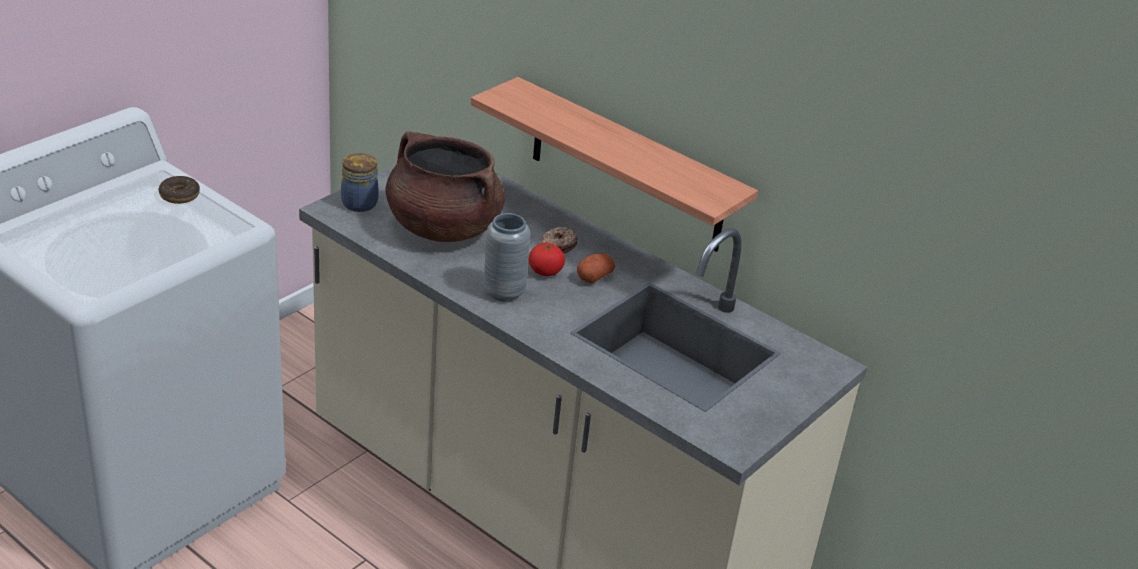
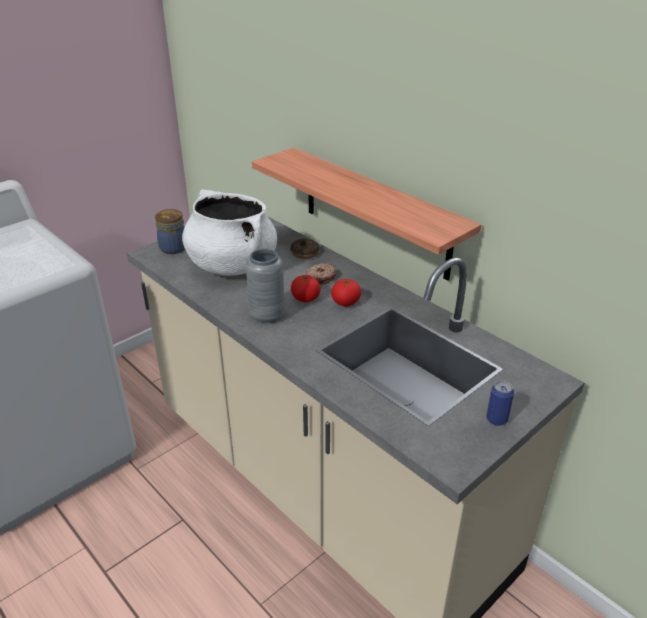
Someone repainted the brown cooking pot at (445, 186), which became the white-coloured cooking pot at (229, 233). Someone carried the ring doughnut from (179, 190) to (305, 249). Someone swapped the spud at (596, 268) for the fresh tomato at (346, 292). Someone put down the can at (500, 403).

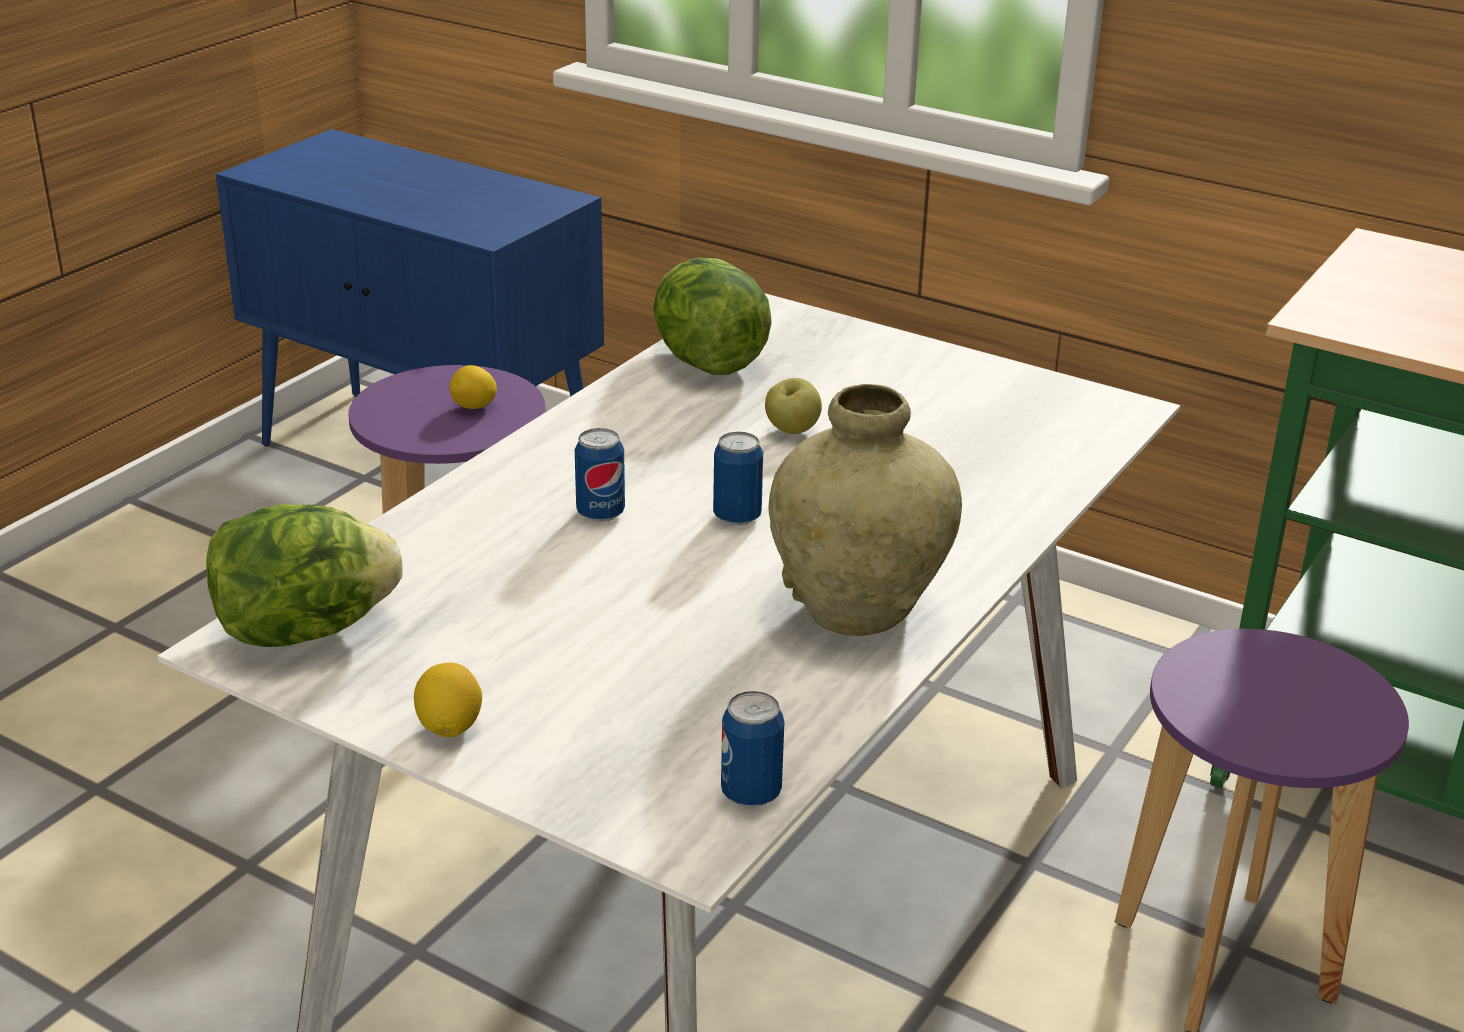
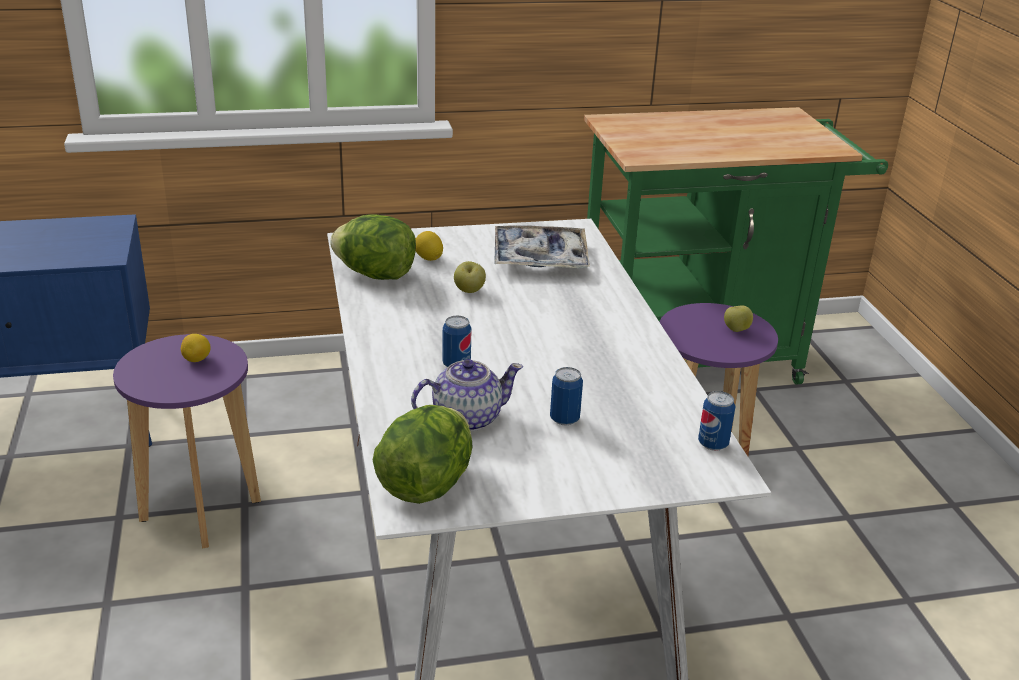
Someone put down the tea pot at (467, 395). Someone carried the whole lemon from (448, 699) to (429, 246). Someone put down the carrying tray at (542, 246). Someone carried the can from (738, 479) to (566, 396). Someone put down the apple fruit at (738, 319). Someone took away the beige-coloured vase at (865, 510).

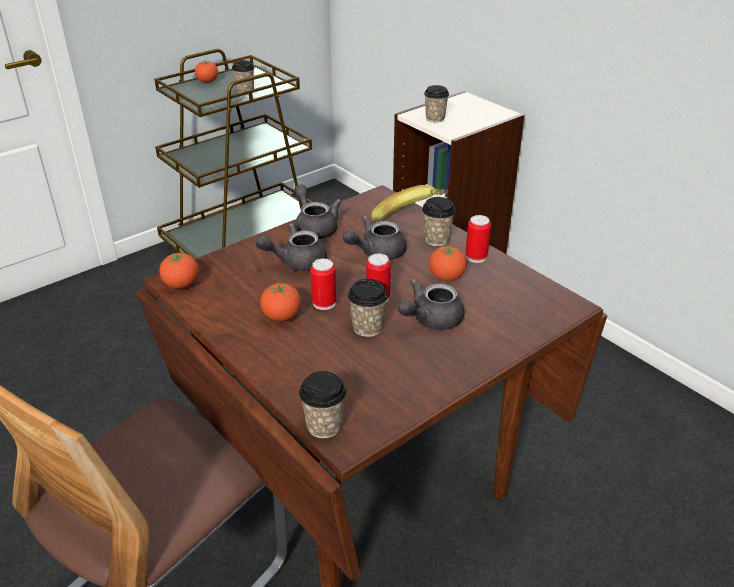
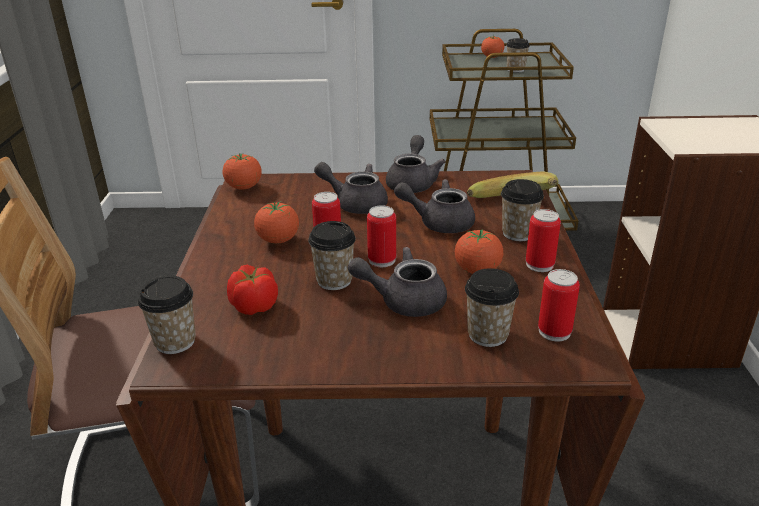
Someone put down the fresh tomato at (252, 290). Someone carried the drinking cup from (436, 103) to (492, 307). Someone put down the can at (559, 305).

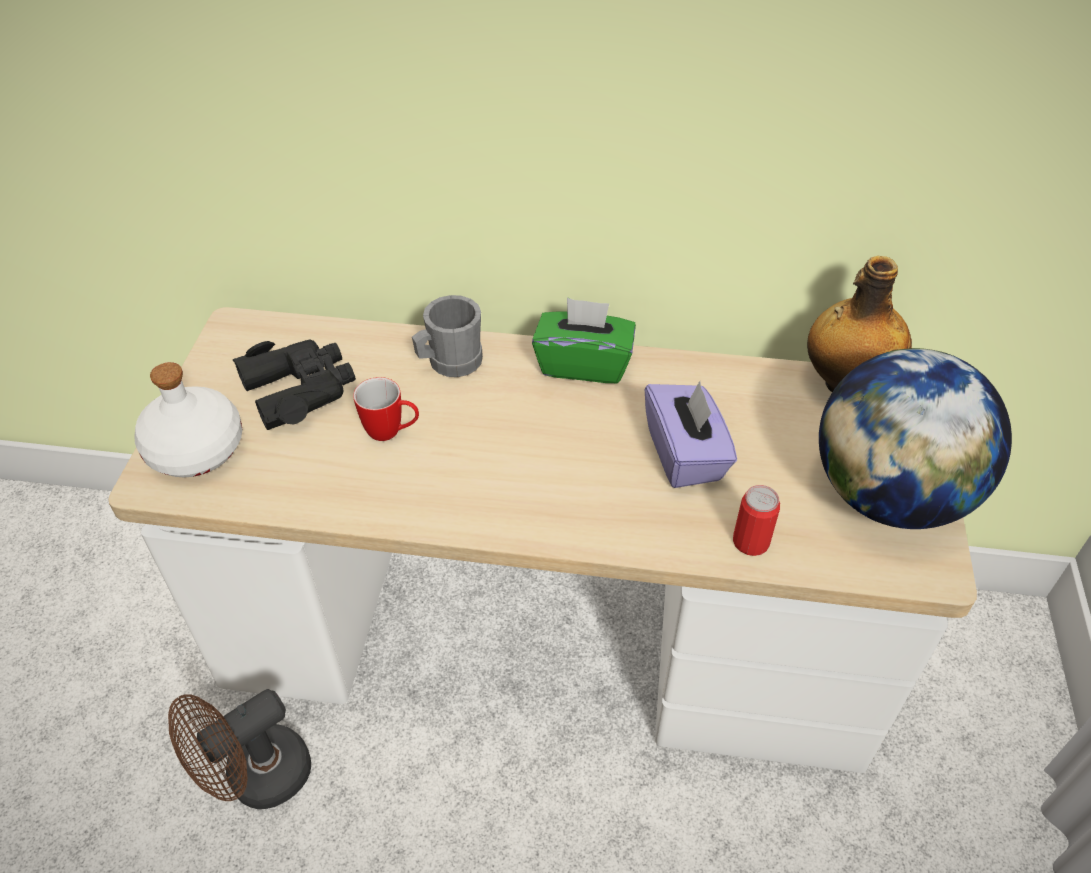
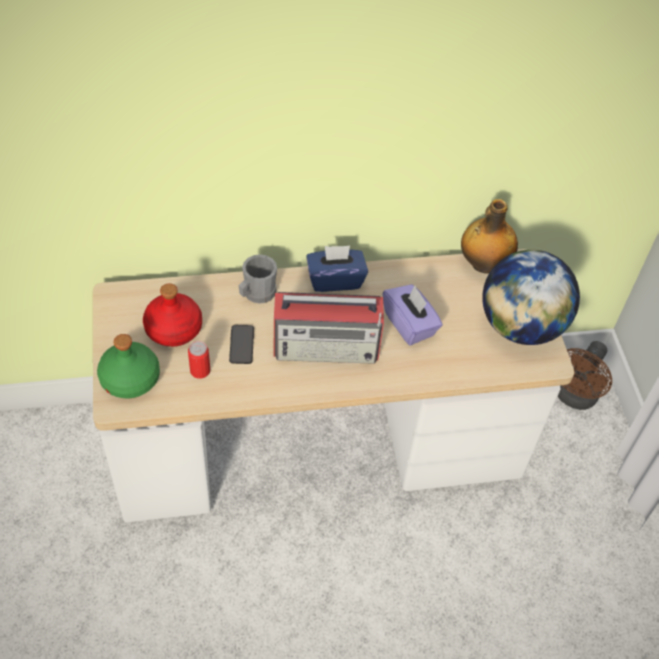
Someone repainted the white-coloured beverage bottle at (188, 419), which became the green beverage bottle at (128, 366). Someone swapped the black pair of binoculars at (294, 384) for the reddish beverage bottle at (172, 315). Someone carried the can from (756, 520) to (199, 360). Someone swapped the mug at (386, 409) for the telephone at (241, 344). Someone put down the radio at (329, 328). Someone repainted the green tissue box at (584, 340), which became the blue tissue box at (337, 269). Someone carried the brown electric fan from (239, 749) to (585, 375).

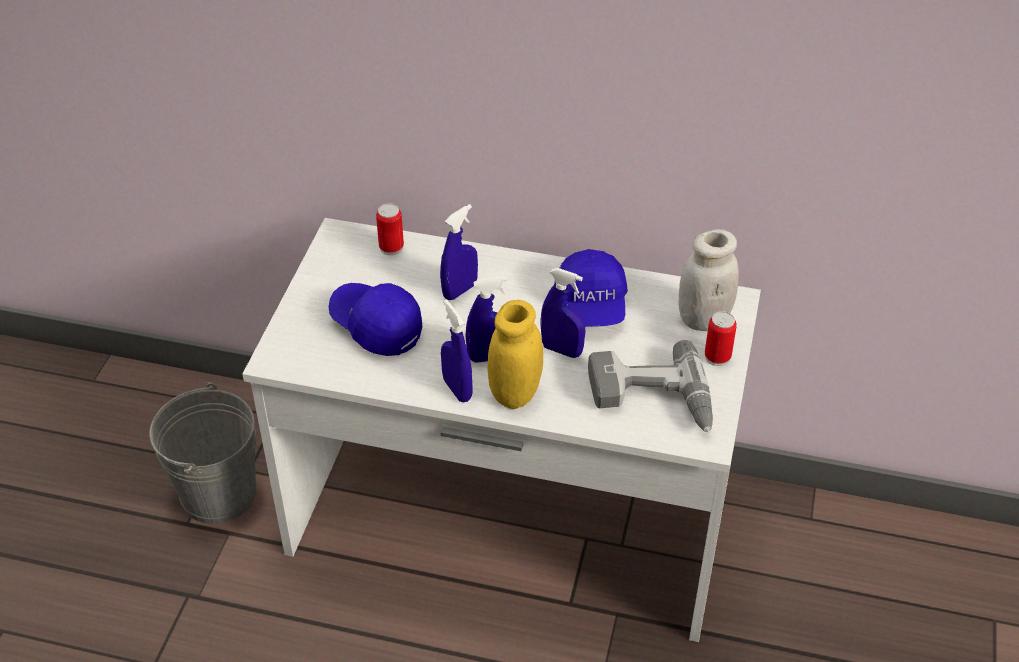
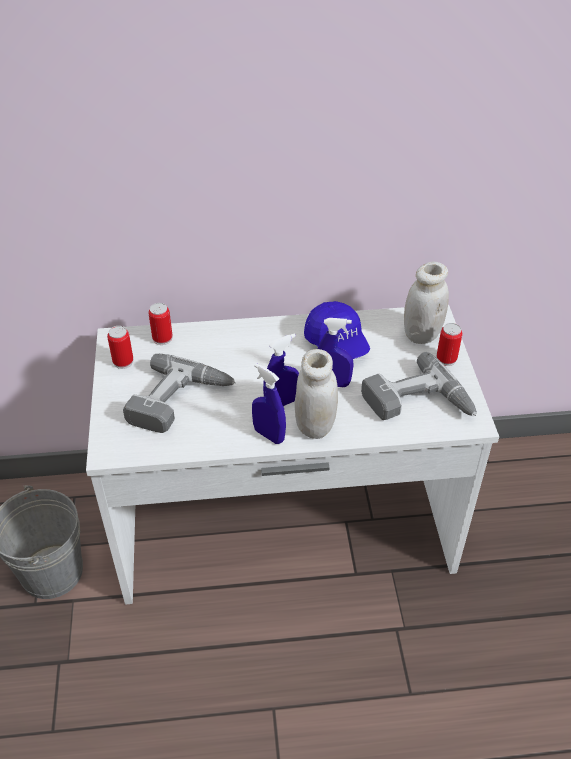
Someone put down the can at (120, 347). Someone swapped the blue baseball cap at (376, 319) for the power drill at (179, 393). Someone repainted the yellow storage jar at (515, 354), which became the white-coloured storage jar at (316, 394). Someone took away the blue spray bottle at (459, 252).

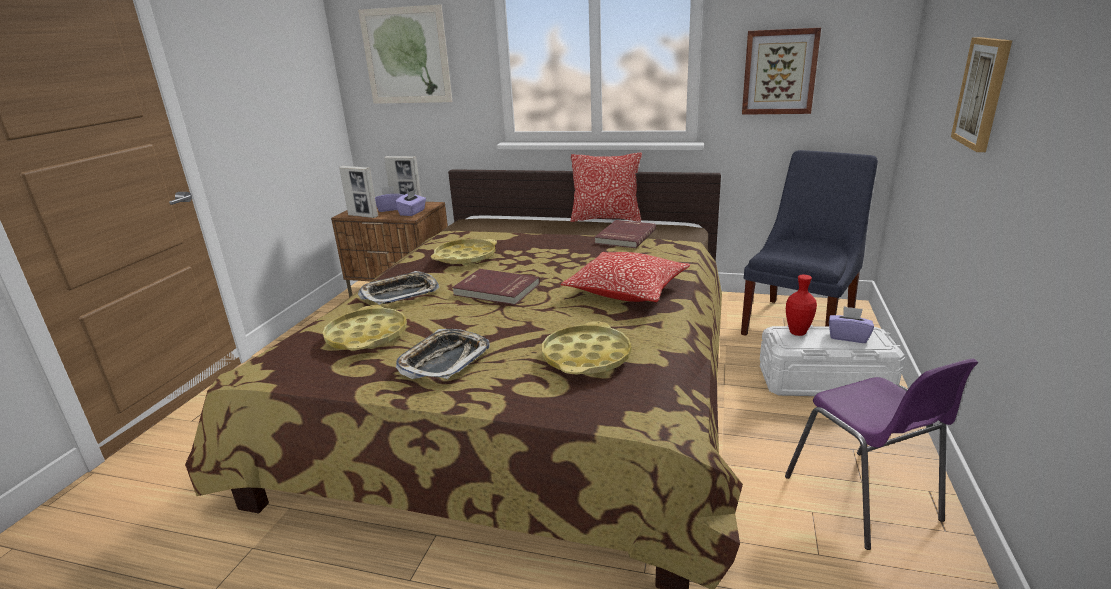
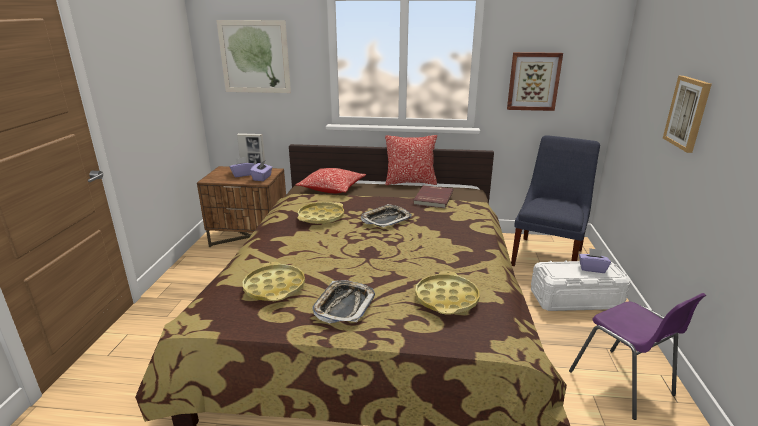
Someone carried the throw pillow from (625, 277) to (331, 180). Someone carried the carrying tray from (399, 288) to (386, 216). Someone took away the standing frame at (358, 192). Someone took away the reddish volume at (496, 287). Someone took away the reddish vase at (801, 305).

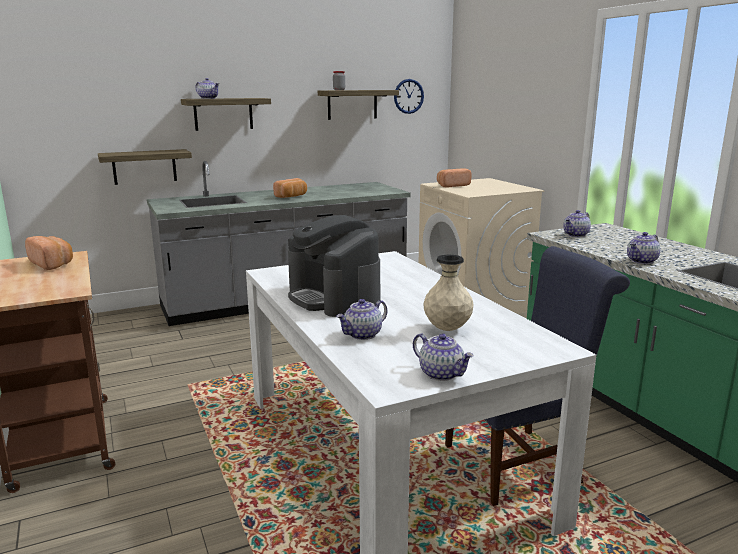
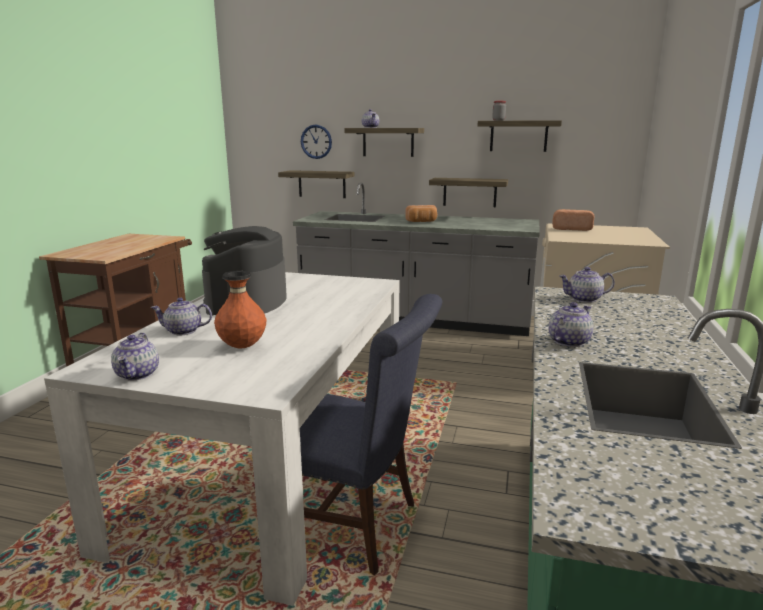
Someone repainted the beige-coloured vase at (448, 293), which became the orangey vase at (240, 309). Someone carried the wall clock from (409, 96) to (316, 142). Someone put up the wall shelf at (468, 192). Someone rotated the tea pot at (643, 248) by 135 degrees clockwise. Someone took away the bread at (49, 253).

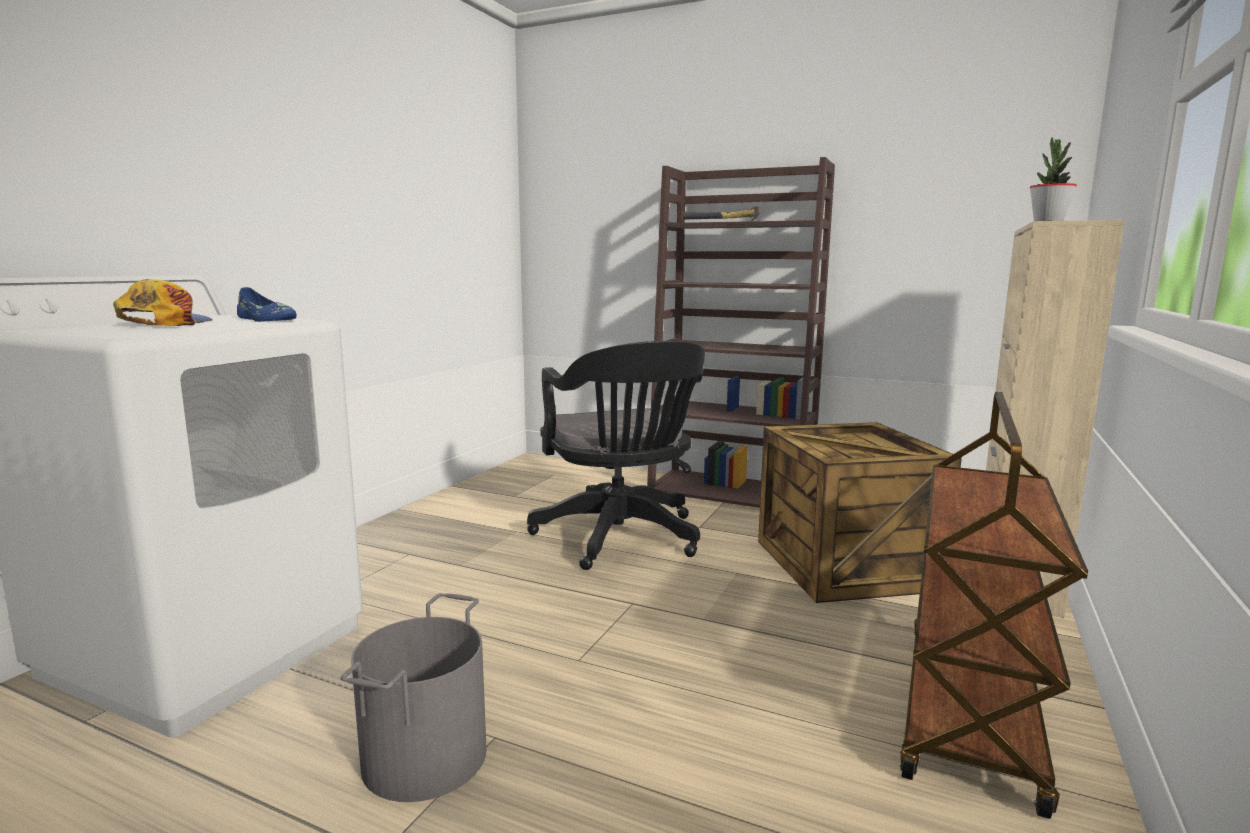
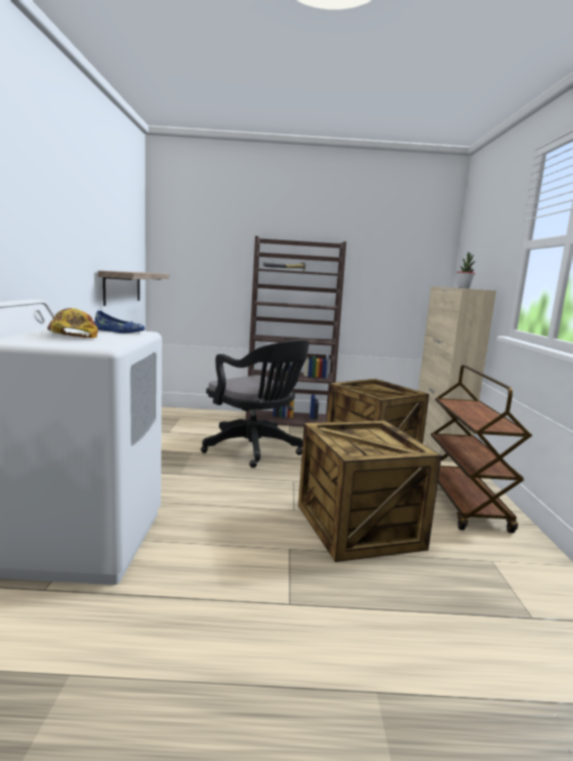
Someone put up the wall shelf at (133, 288). Someone put down the packing crate at (370, 491). Someone took away the grey bucket at (414, 697).

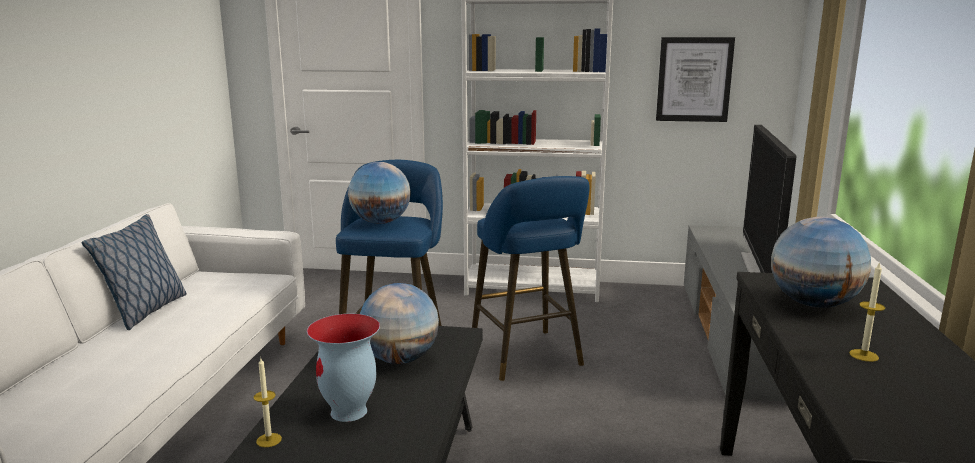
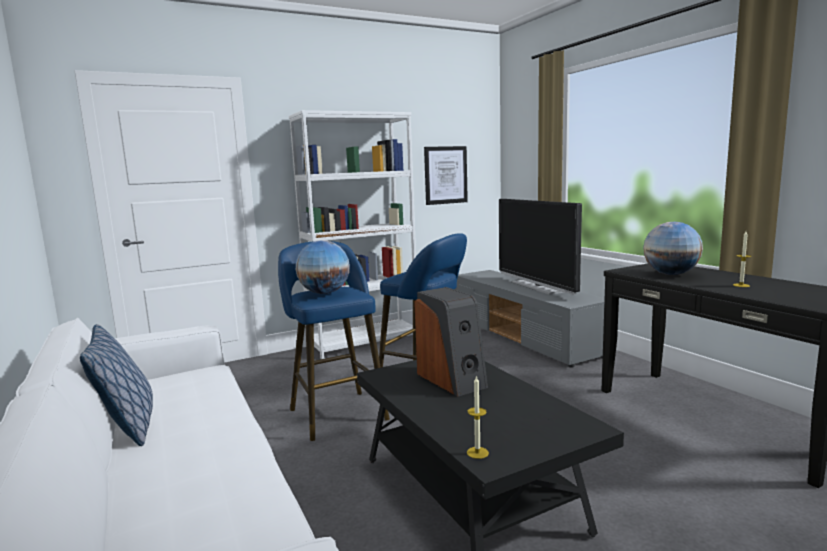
Someone swapped the world globe at (399, 323) for the audio speaker at (451, 342). Someone took away the vase at (343, 368).

